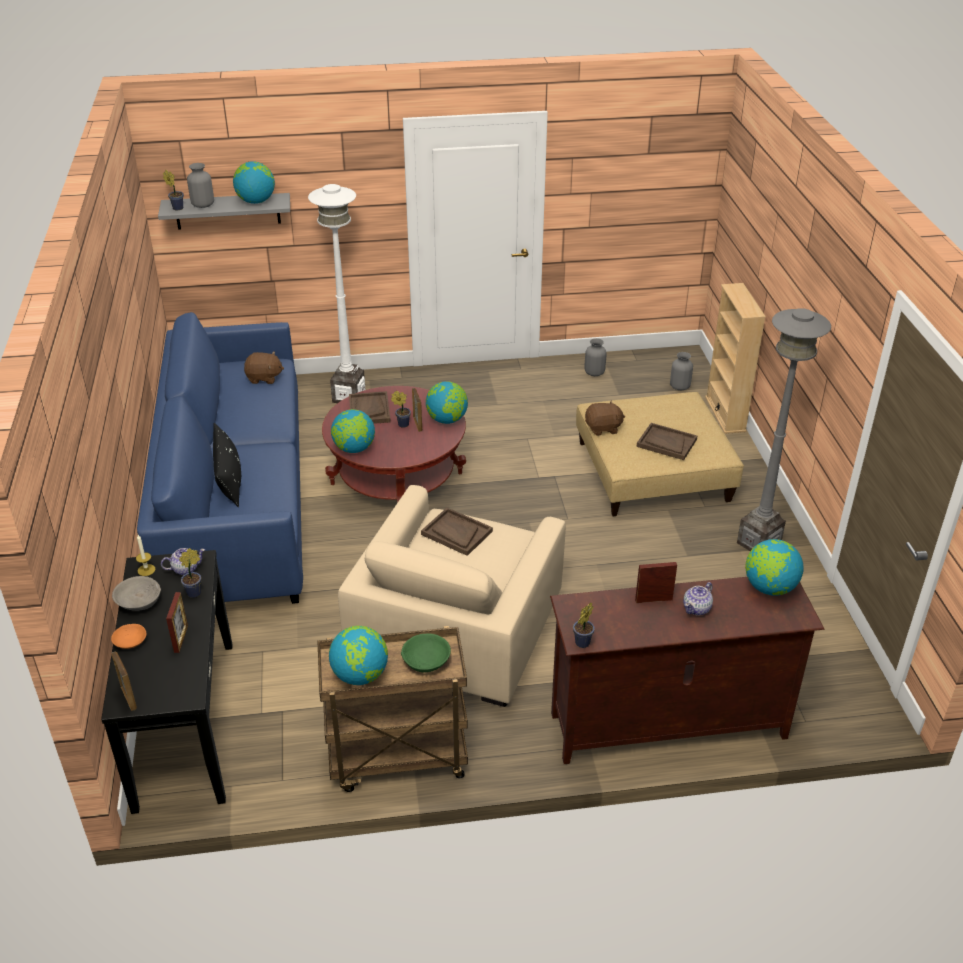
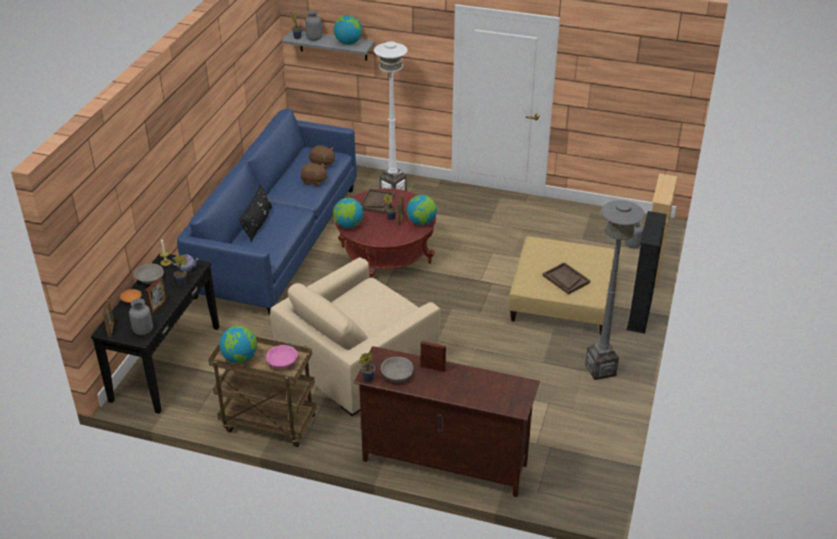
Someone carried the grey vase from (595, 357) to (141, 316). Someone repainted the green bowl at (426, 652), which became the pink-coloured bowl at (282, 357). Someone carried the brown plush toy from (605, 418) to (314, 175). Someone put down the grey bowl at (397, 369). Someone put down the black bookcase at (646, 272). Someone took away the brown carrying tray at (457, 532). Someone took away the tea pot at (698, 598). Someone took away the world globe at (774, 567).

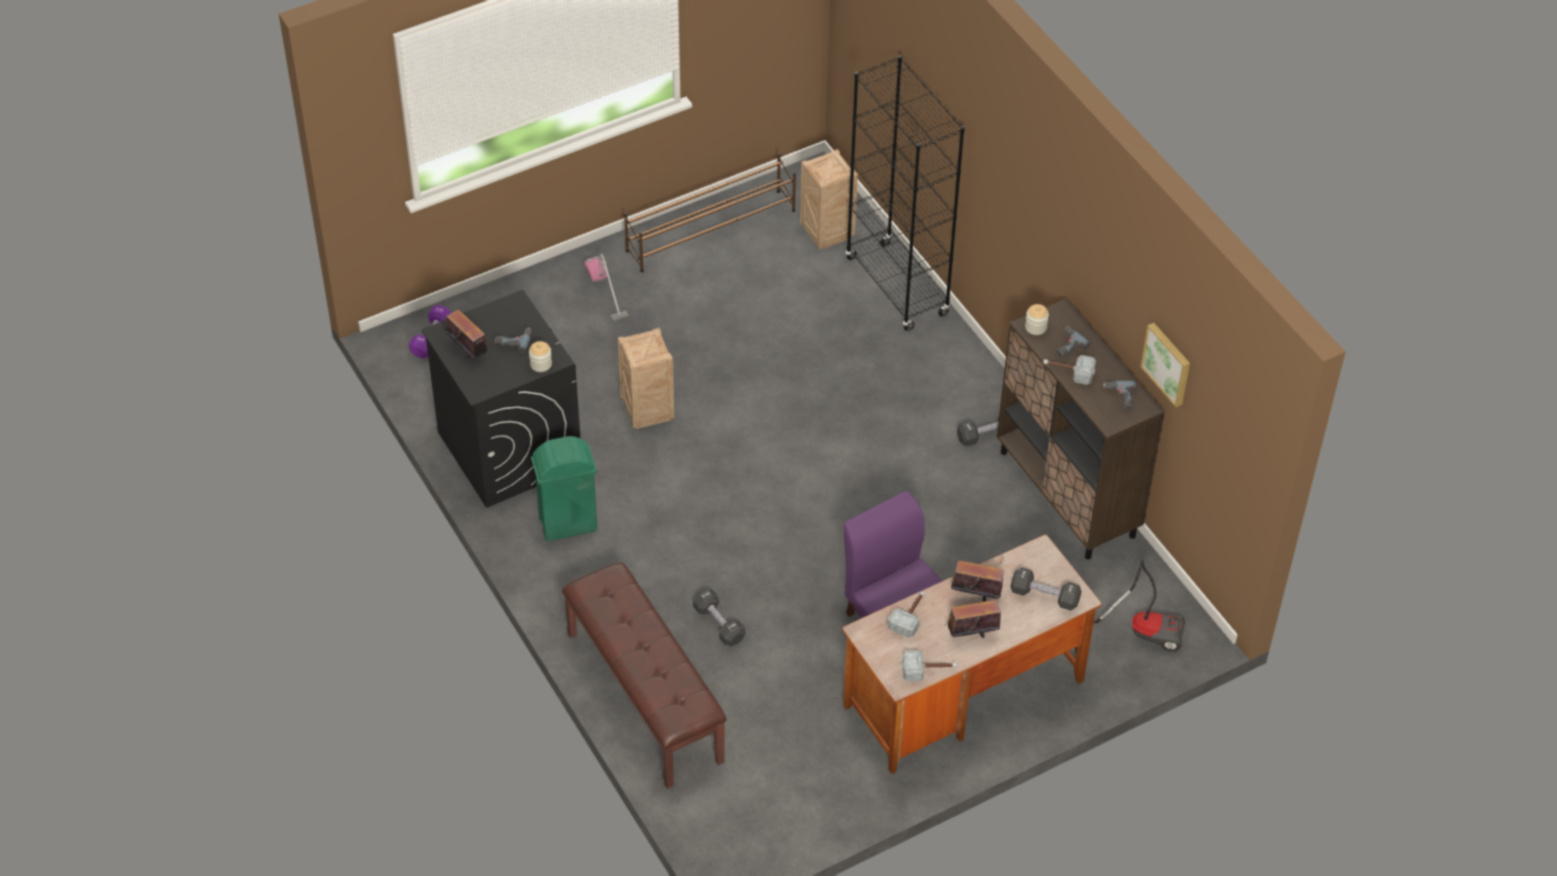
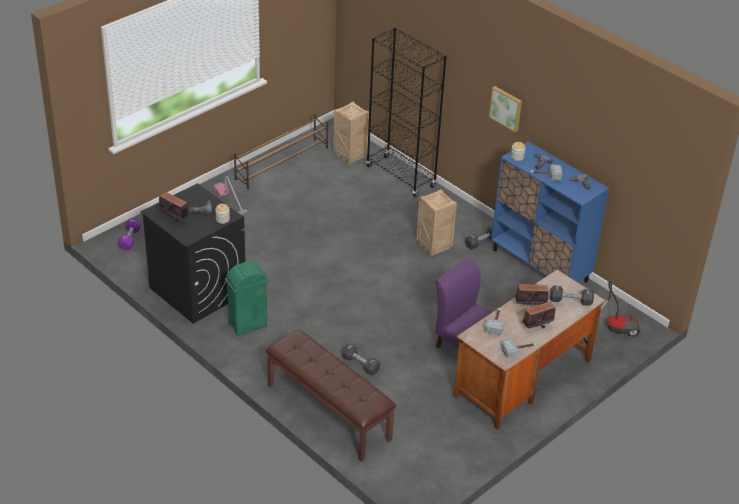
Someone carried the packing crate from (646, 378) to (436, 222). Someone carried the picture from (1165, 365) to (505, 109). Someone repainted the brown cabinet at (1081, 428), which became the blue cabinet at (550, 212).

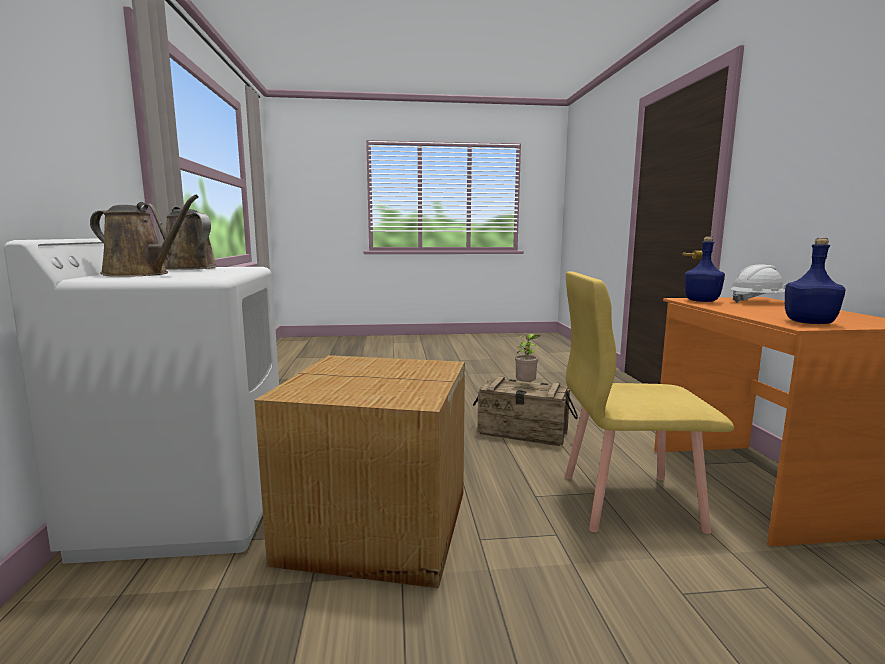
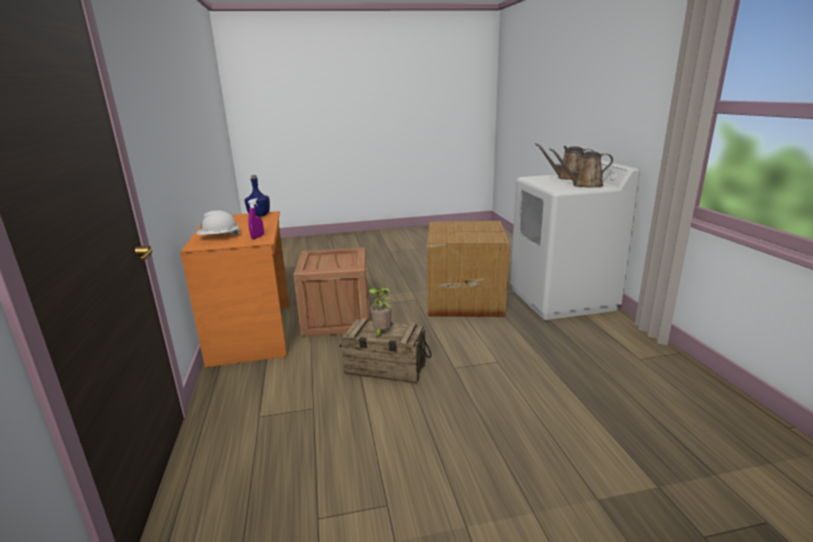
Someone swapped the blue beverage bottle at (705, 269) for the purple spray bottle at (256, 218). Someone swapped the yellow chair at (649, 402) for the packing crate at (331, 292). Someone rotated the brown watering pot at (182, 237) by 150 degrees clockwise.

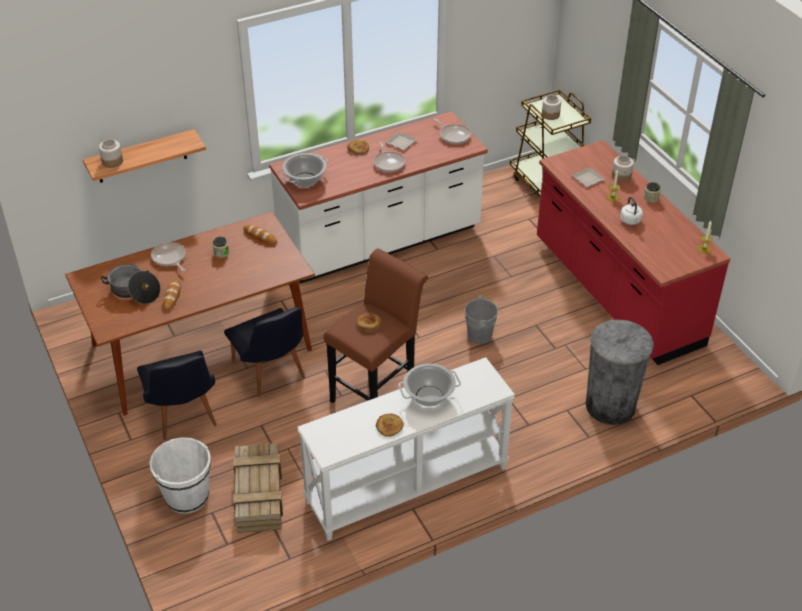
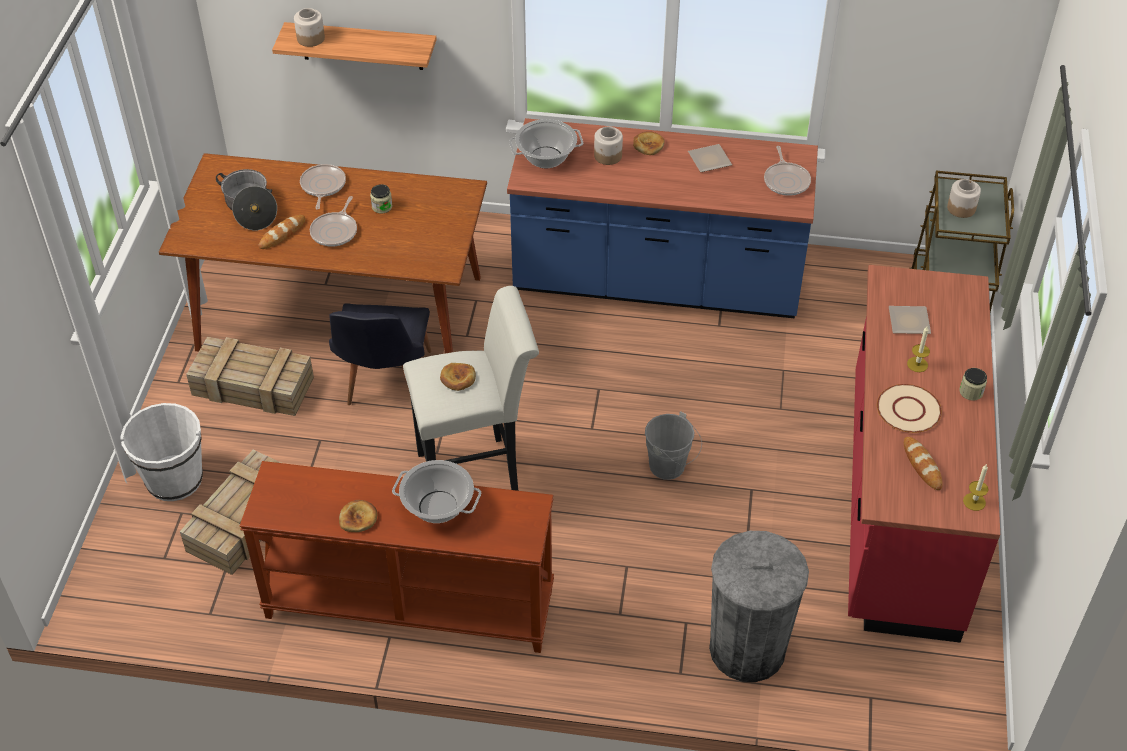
Someone swapped the black chair at (177, 395) for the packing crate at (250, 376). Someone repainted the white-coloured hall table at (406, 449), which became the brown hall table at (396, 557). Someone carried the pan from (390, 157) to (333, 221). Someone repainted the brown stool at (375, 325), which became the white-coloured stool at (471, 388). Someone repainted the white-coloured counter at (378, 197), which became the blue counter at (662, 218). Someone carried the storage jar from (623, 169) to (608, 146). Someone swapped the white-coloured tea kettle at (631, 211) for the beige-coloured dinner plate at (909, 408). Someone carried the bread from (260, 235) to (923, 463).

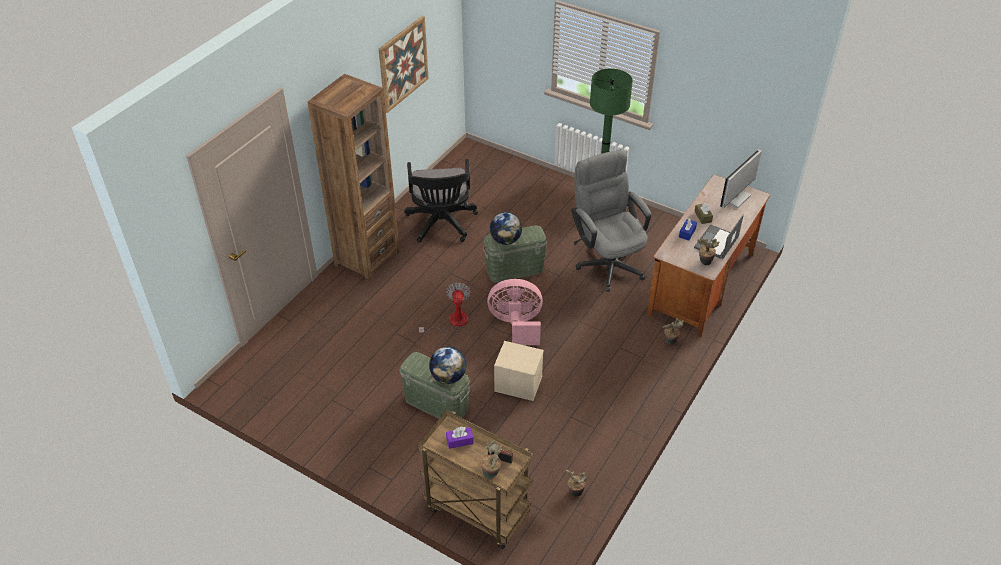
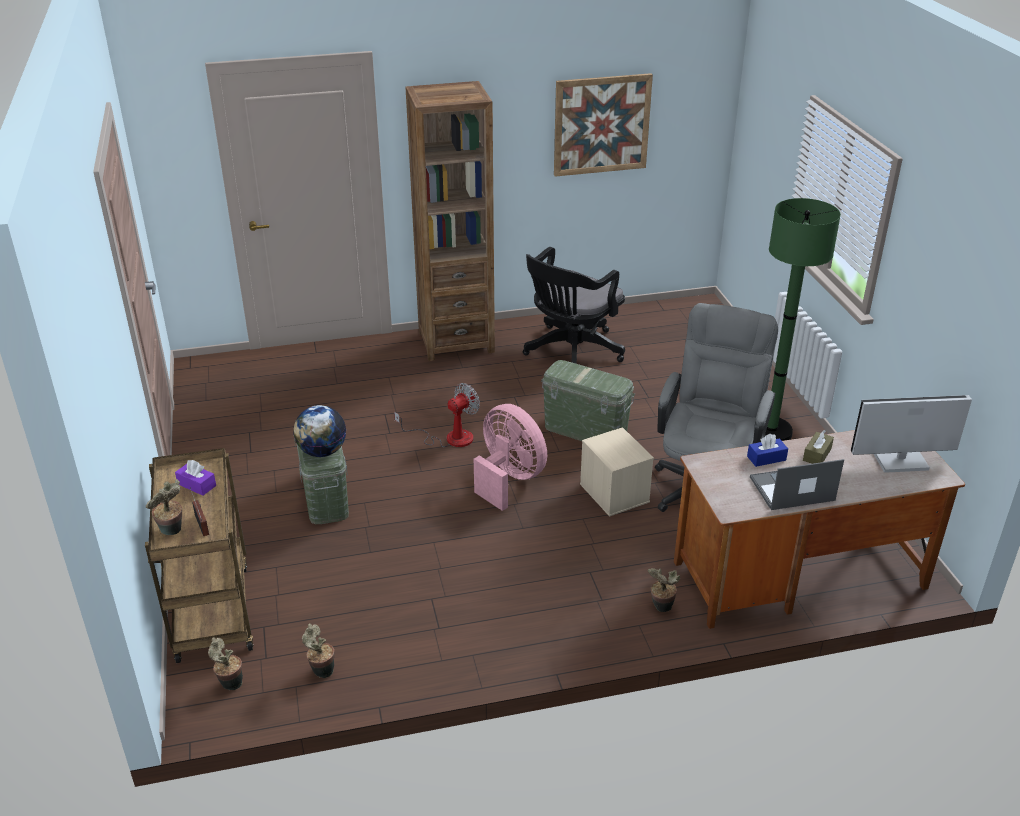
Someone carried the potted plant from (708, 251) to (225, 663). Someone carried the beige-coloured storage container from (519, 371) to (617, 472). Someone took away the world globe at (506, 228).

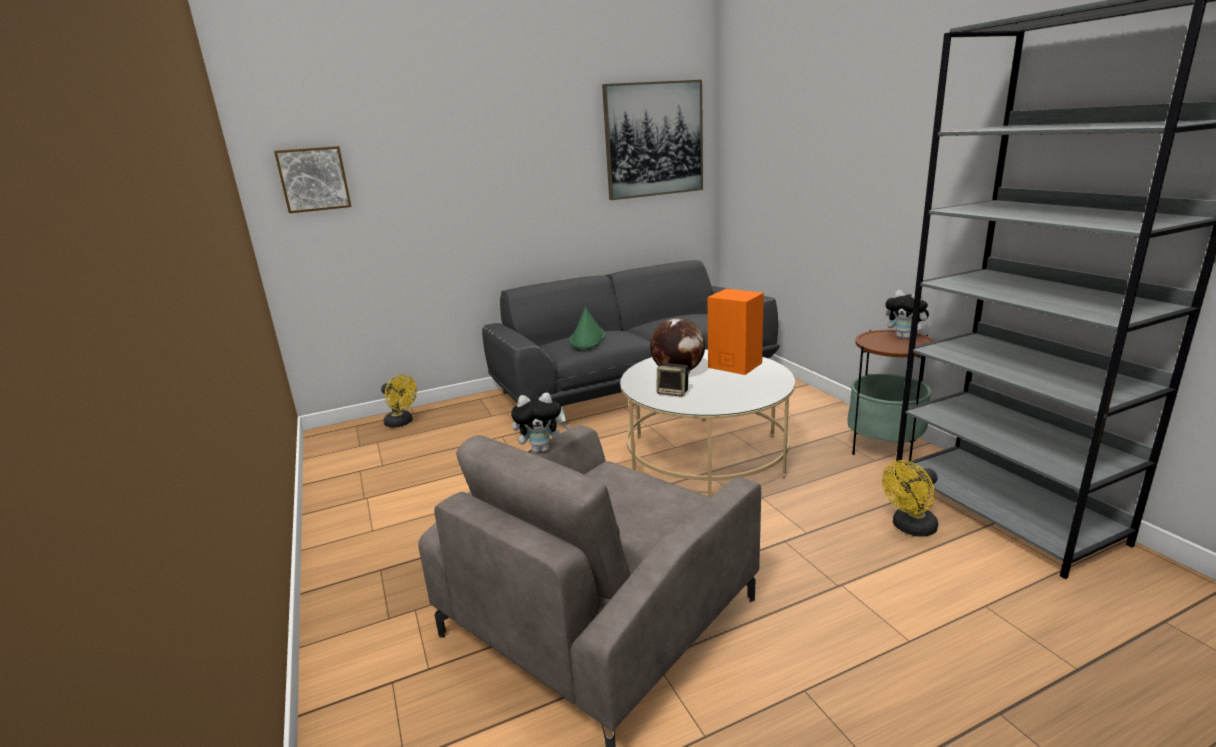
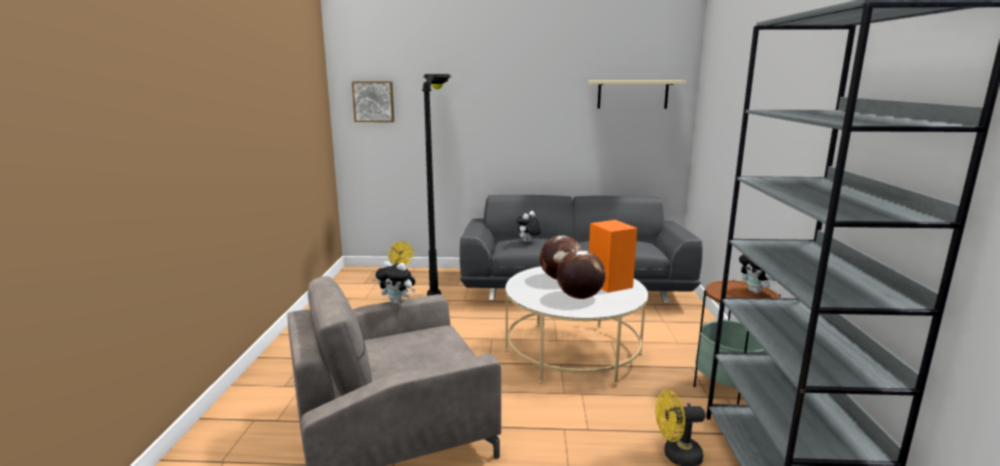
Someone put down the black standard lamp at (436, 185). Someone swapped the green wearable hat at (587, 328) for the plush toy at (528, 226). Someone put down the world globe at (581, 274). Someone swapped the picture at (652, 140) for the beige-coloured wall shelf at (637, 94). Someone took away the audio speaker at (673, 380).

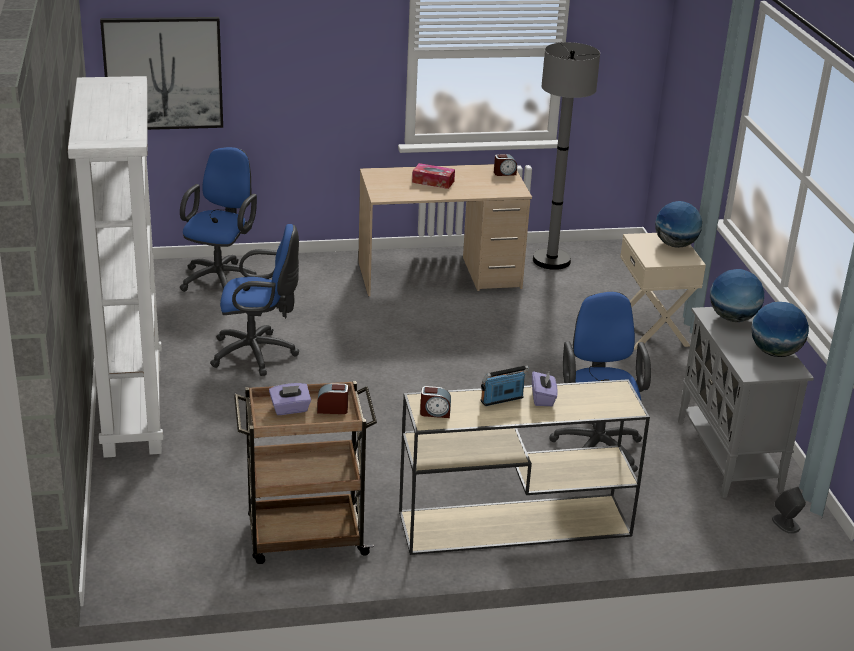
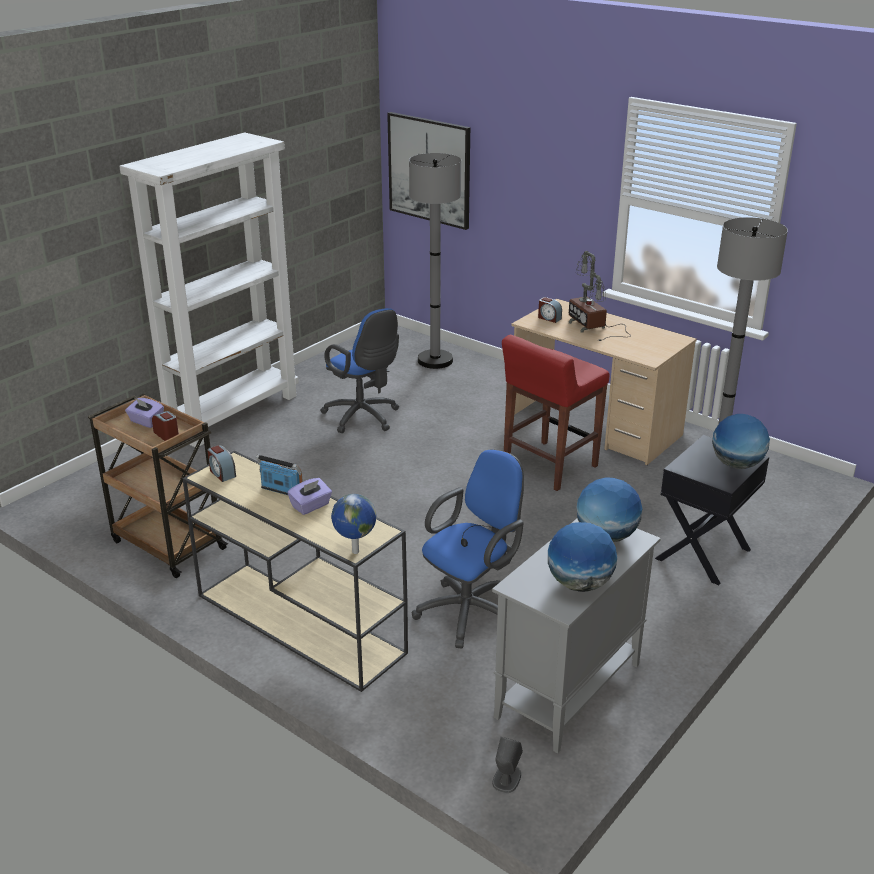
Someone put down the world globe at (354, 524). Someone swapped the blue computer chair at (218, 219) for the grey standard lamp at (435, 261). Someone put down the reddish stool at (556, 413). Someone carried the bedside clock from (505, 165) to (550, 310). Someone swapped the tissue box at (433, 176) for the tabletop lamp at (600, 296). Someone repainted the beige-coloured nightstand at (663, 291), which became the black nightstand at (712, 510).

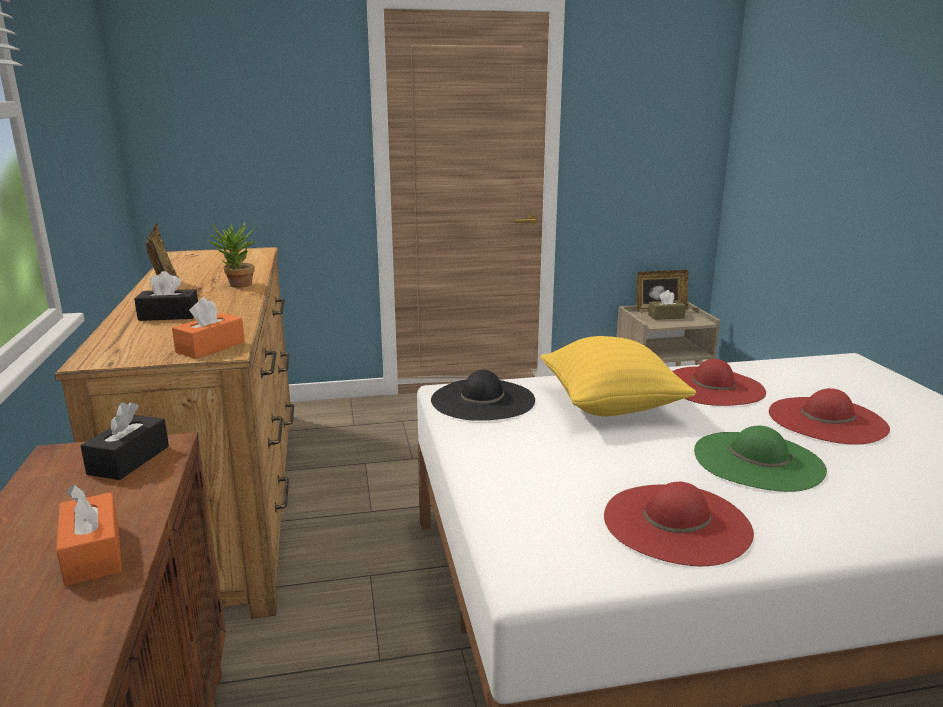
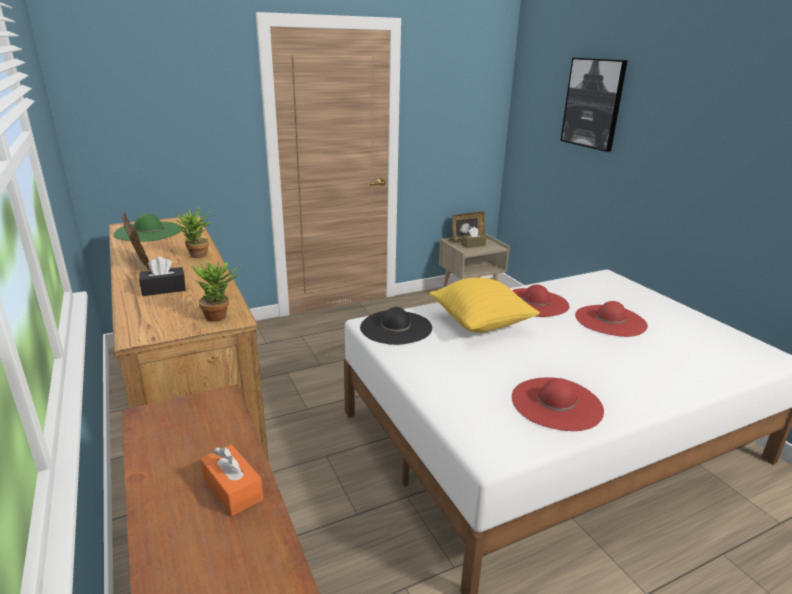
Someone carried the green wearable hat from (760, 459) to (148, 227). Someone swapped the orangey tissue box at (208, 328) for the potted plant at (216, 290). Someone put up the picture at (594, 105). Someone took away the black tissue box at (125, 441).

